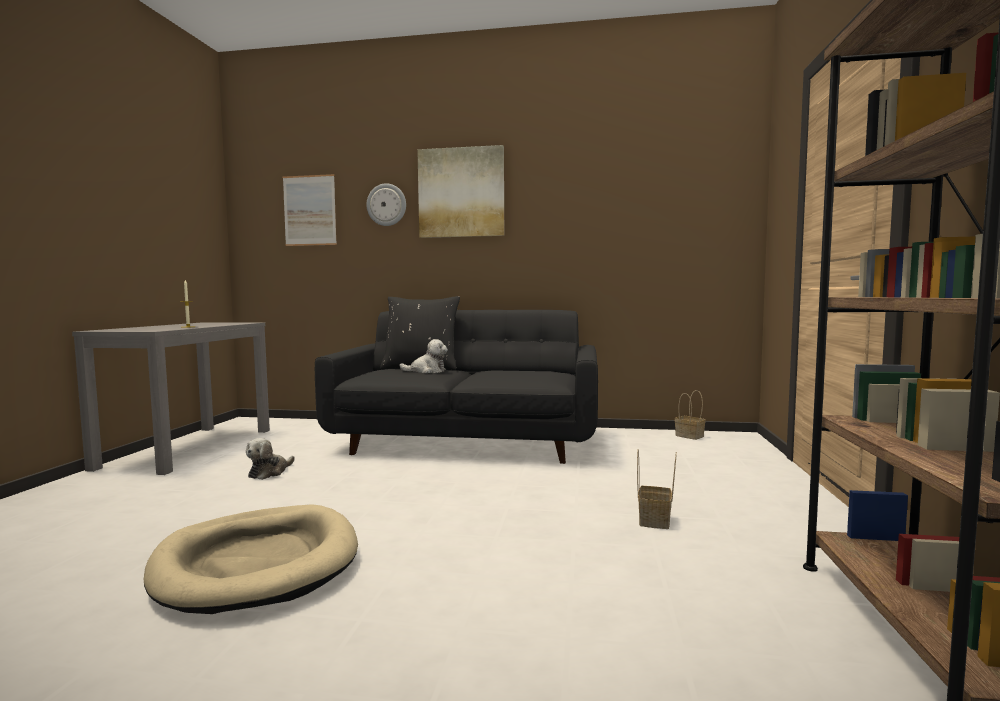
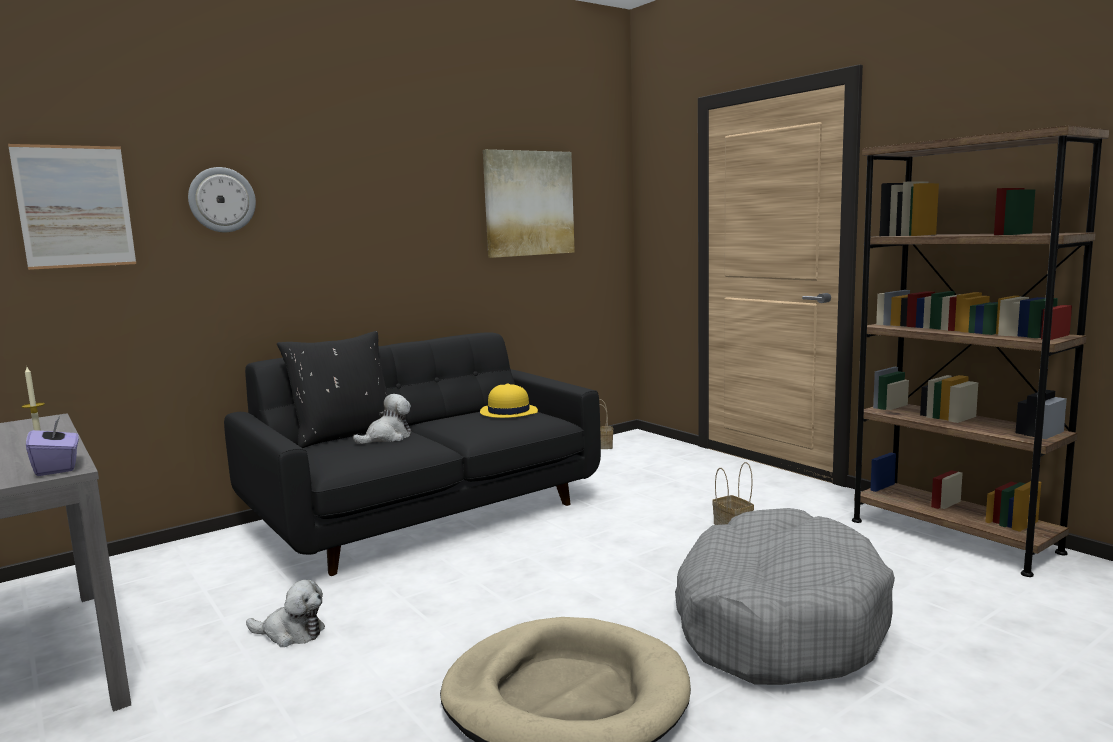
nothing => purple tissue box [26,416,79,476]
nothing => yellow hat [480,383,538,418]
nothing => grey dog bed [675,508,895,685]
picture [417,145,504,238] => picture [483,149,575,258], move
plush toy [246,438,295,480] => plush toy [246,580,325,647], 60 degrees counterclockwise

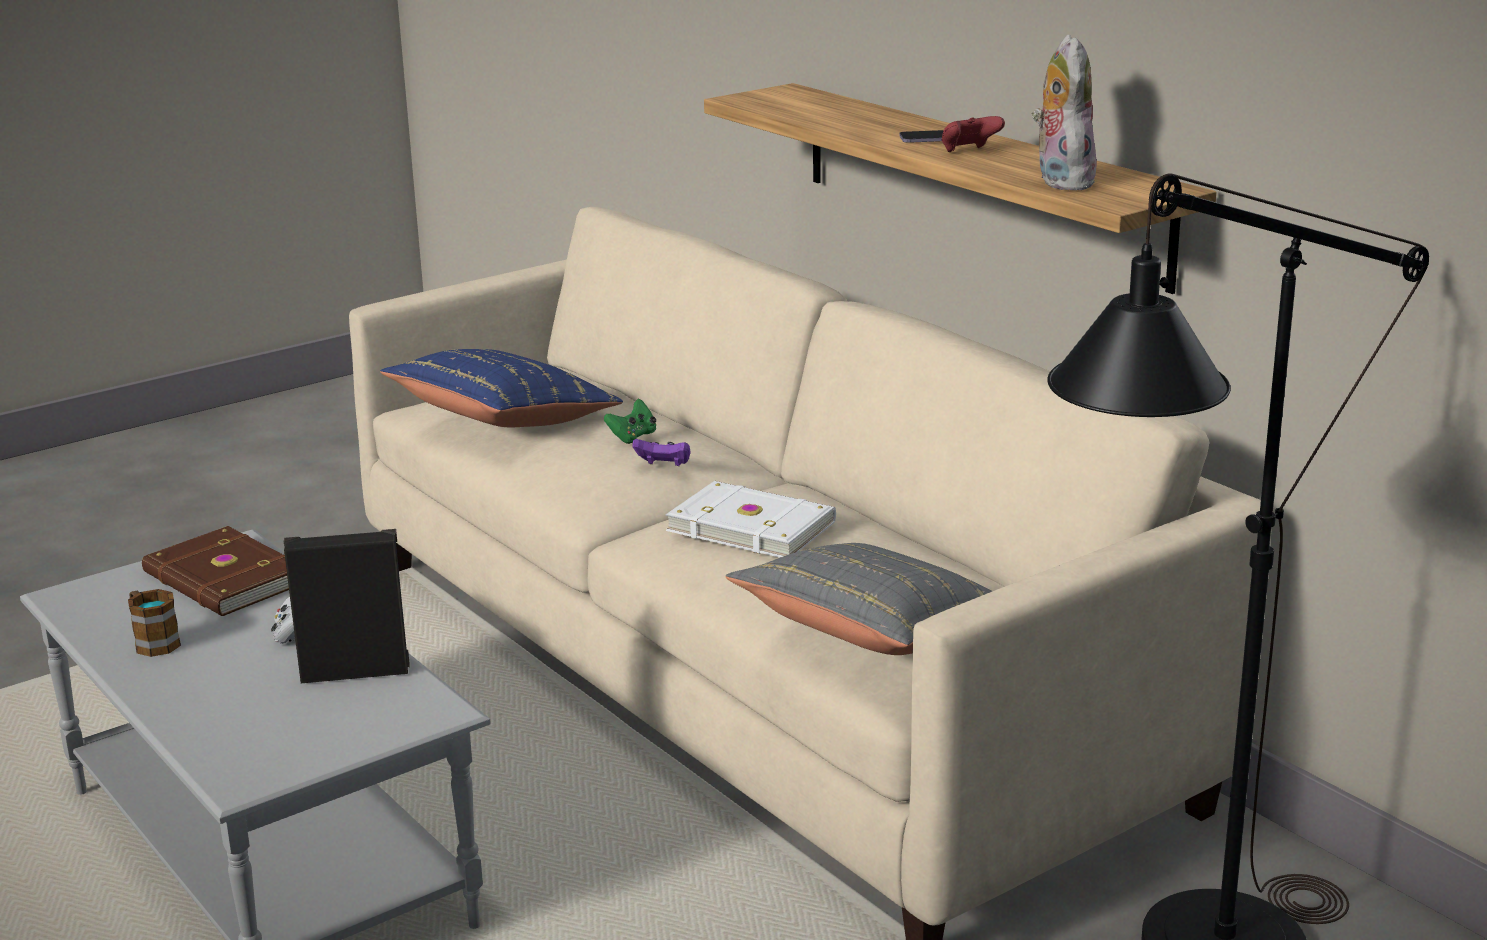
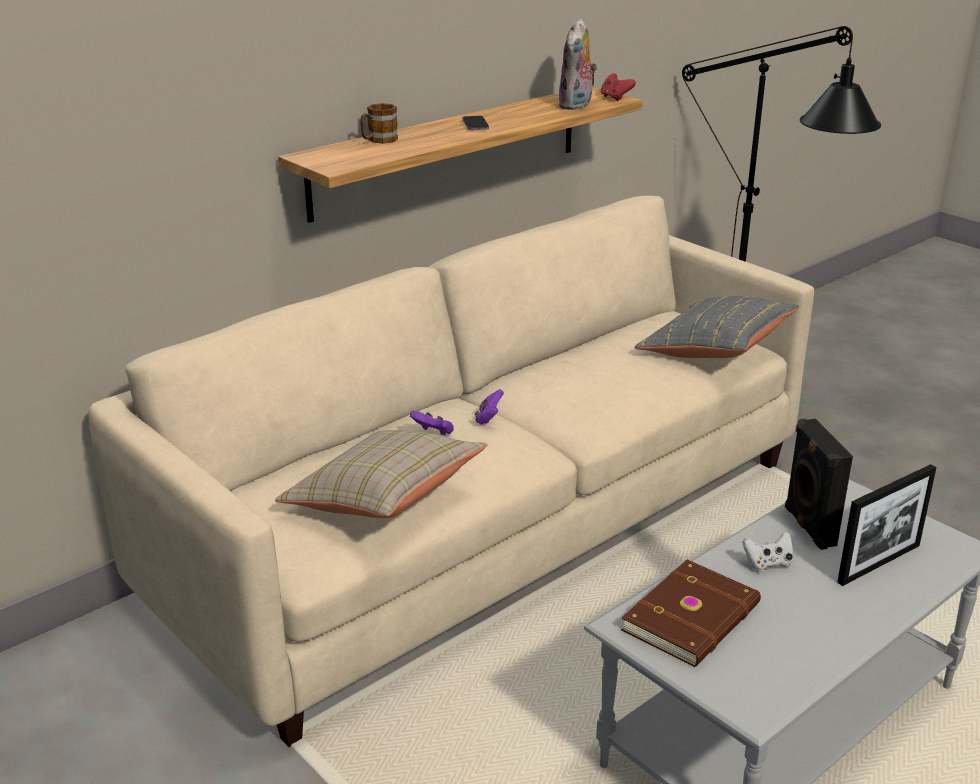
white book [665,481,836,558] => nothing
nothing => picture frame [837,464,937,586]
mug [128,589,181,657] => mug [360,103,398,144], move
red game controller [942,116,1005,152] => red game controller [601,73,636,101], move
blue pillow [380,349,623,427] => beige pillow [275,430,488,518]
green game controller [604,399,656,444] => purple game controller [410,410,454,436]
plush toy [1032,35,1097,191] => plush toy [558,18,597,110], 60 degrees counterclockwise

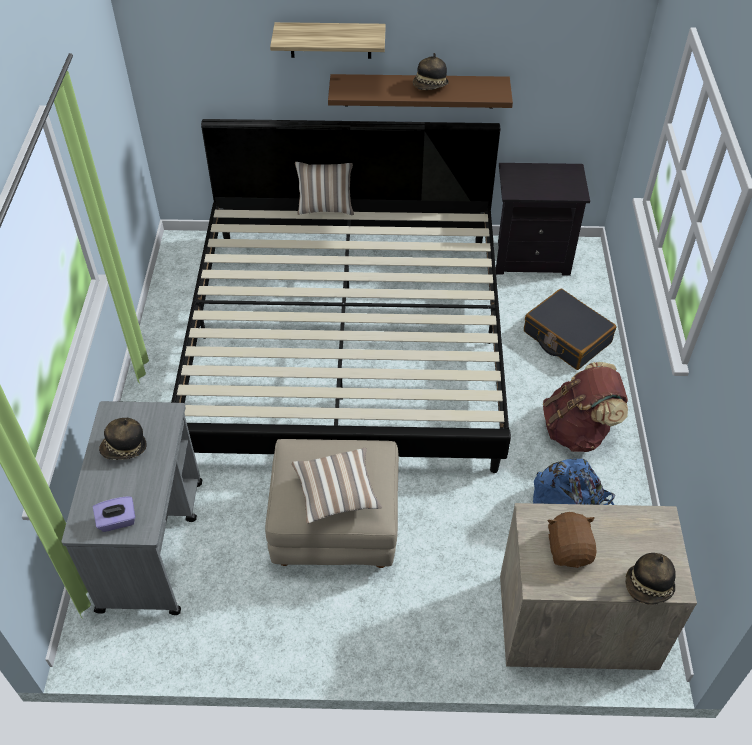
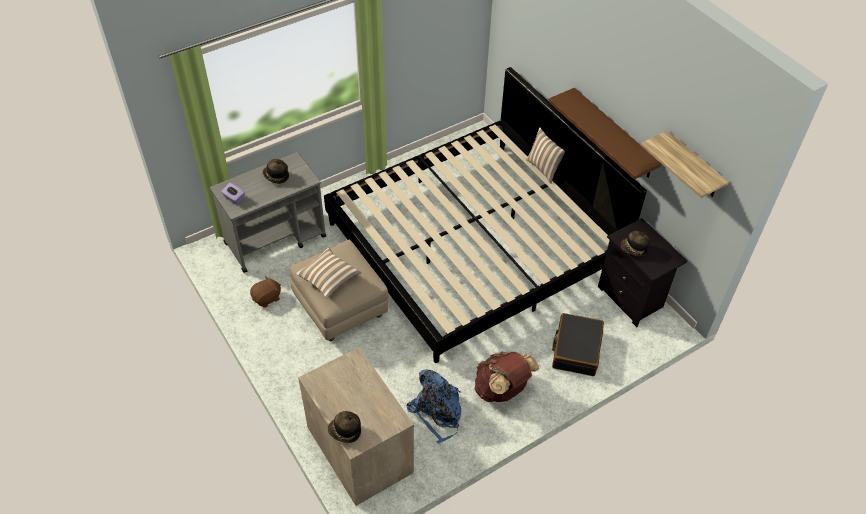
shelf [270,22,386,59] => shelf [641,131,729,198], move
hat [413,53,449,90] => hat [620,231,650,256], move
brown plush toy [547,512,597,568] => brown plush toy [250,276,281,308], move

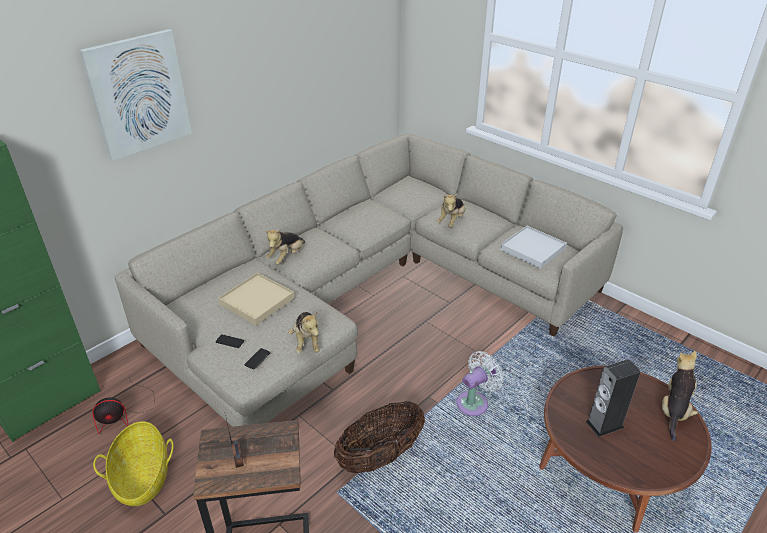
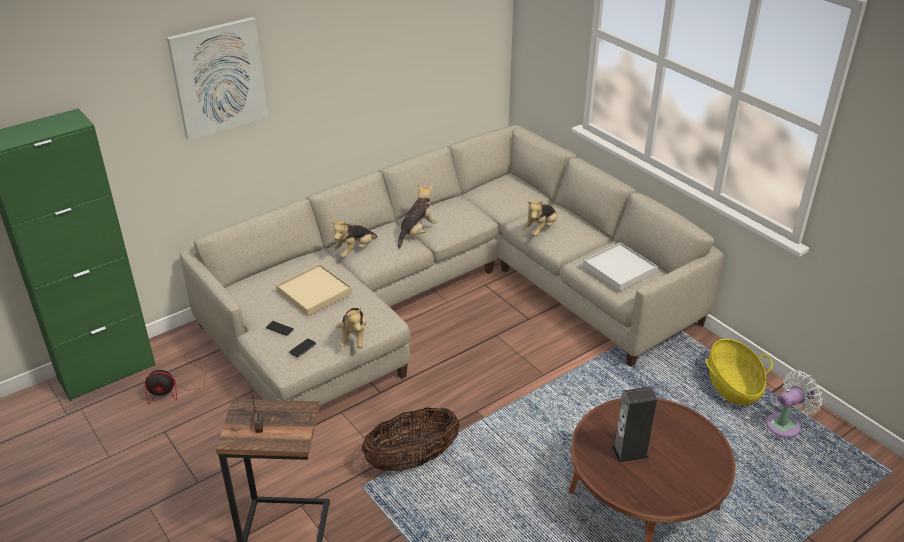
basket [93,421,174,506] => basket [705,339,773,405], move
white fan [456,351,504,416] => white fan [766,370,823,438], move
plush toy [662,351,698,441] => plush toy [398,184,437,248], move

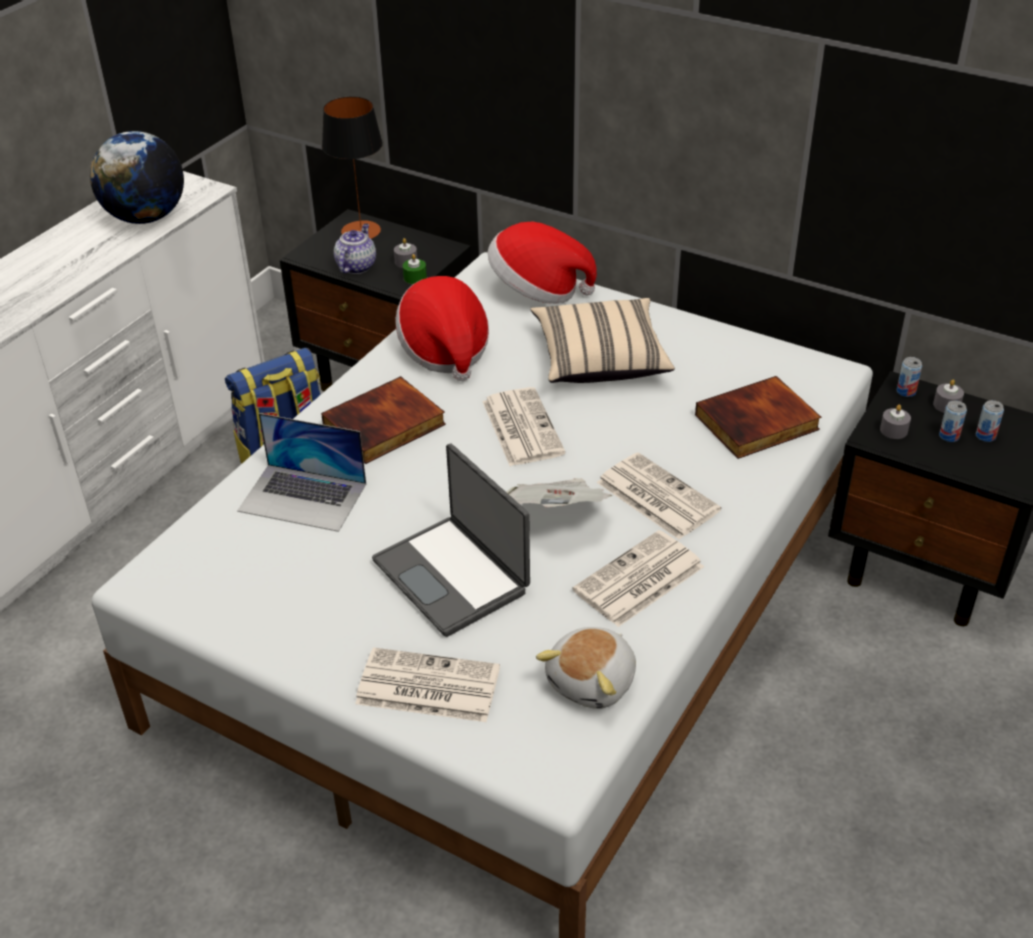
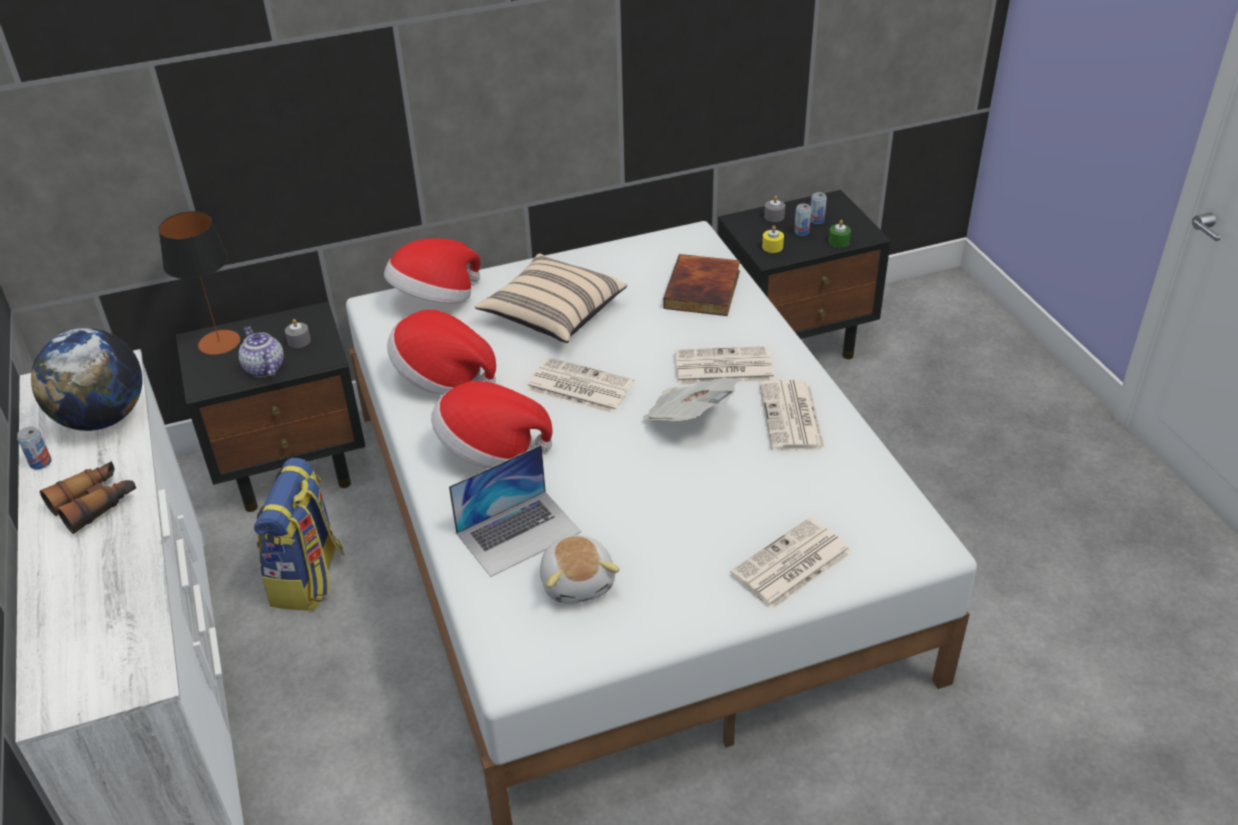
laptop [372,444,530,637] => nothing
nothing => binoculars [40,461,136,534]
green candle [403,254,427,284] => green candle [829,220,851,247], move
plush toy [536,627,636,709] => plush toy [540,535,620,604], move
can [897,357,922,397] => can [17,426,52,469], move
book [321,376,446,464] => hat [431,381,553,468]
grey candle [880,404,911,439] => yellow candle [762,225,784,253]

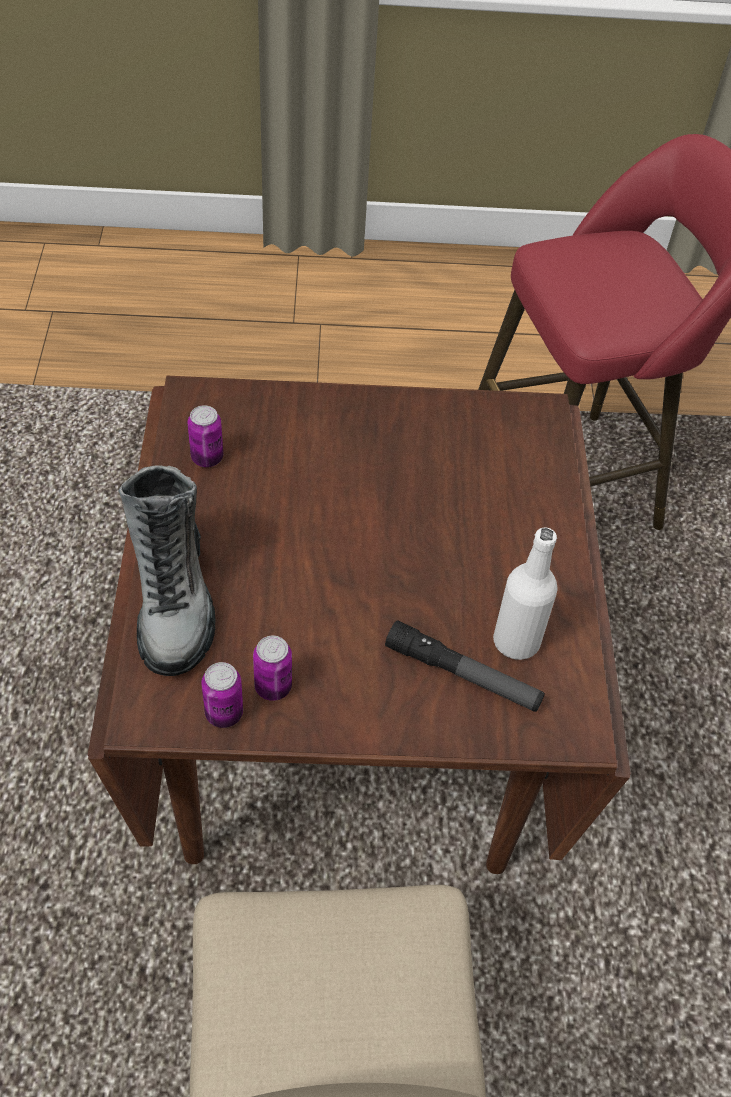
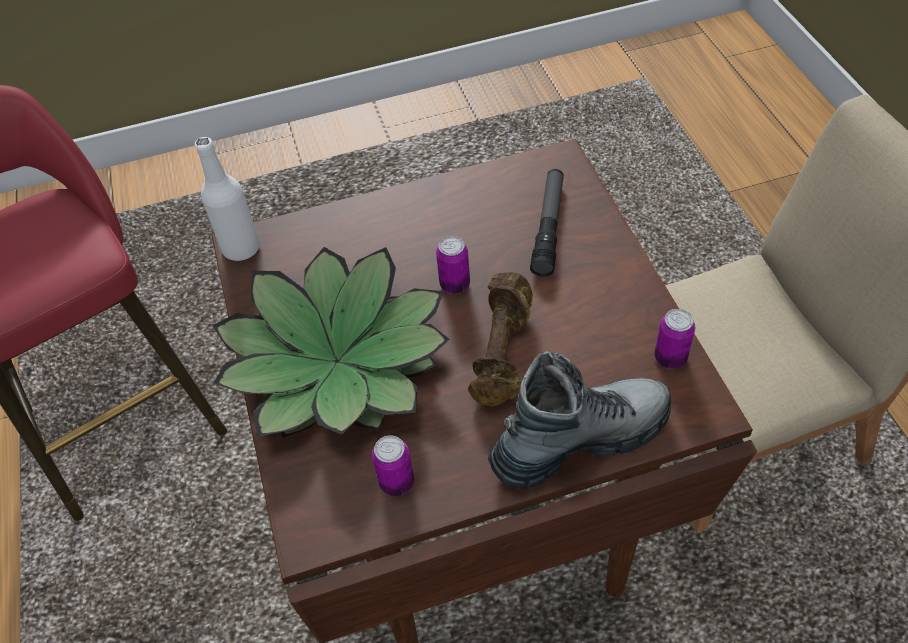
nothing => potted plant [212,247,450,438]
nothing => brown dumbbell [468,272,533,407]
can [253,636,292,701] => can [436,236,470,294], move
white bottle [493,527,558,660] => white bottle [195,137,260,261], move

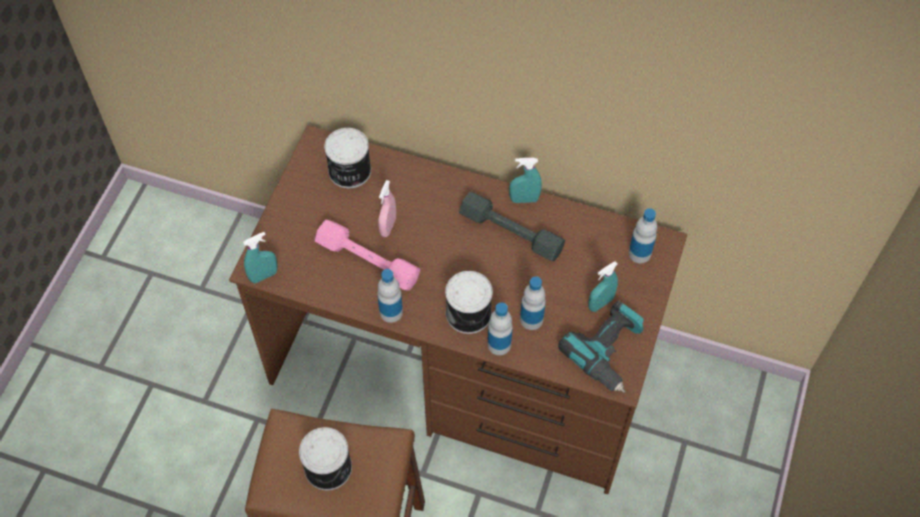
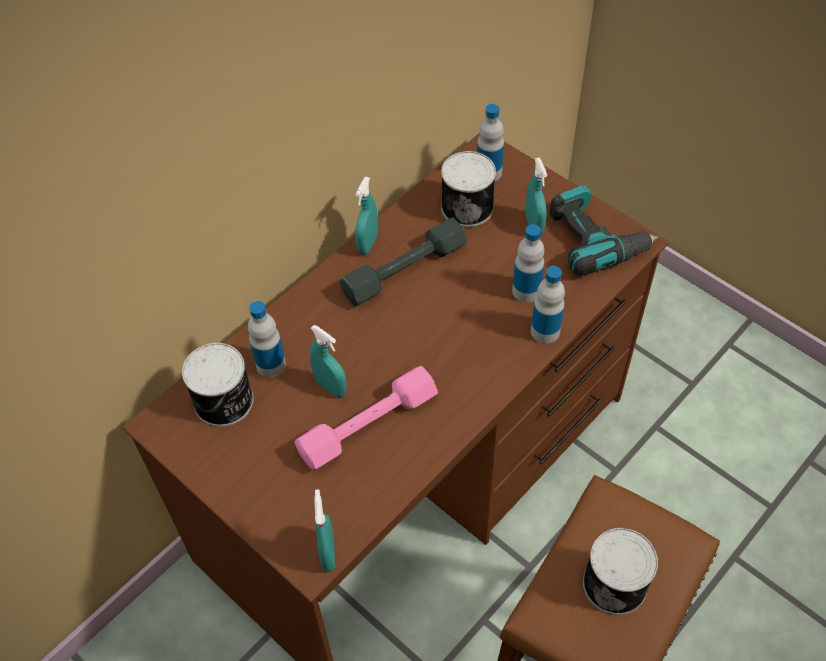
bottle [377,269,403,323] => bottle [248,301,286,378], move
can [445,271,493,334] => can [441,151,496,227], move
pink spray bottle [378,180,396,237] => turquoise spray bottle [310,325,347,398]

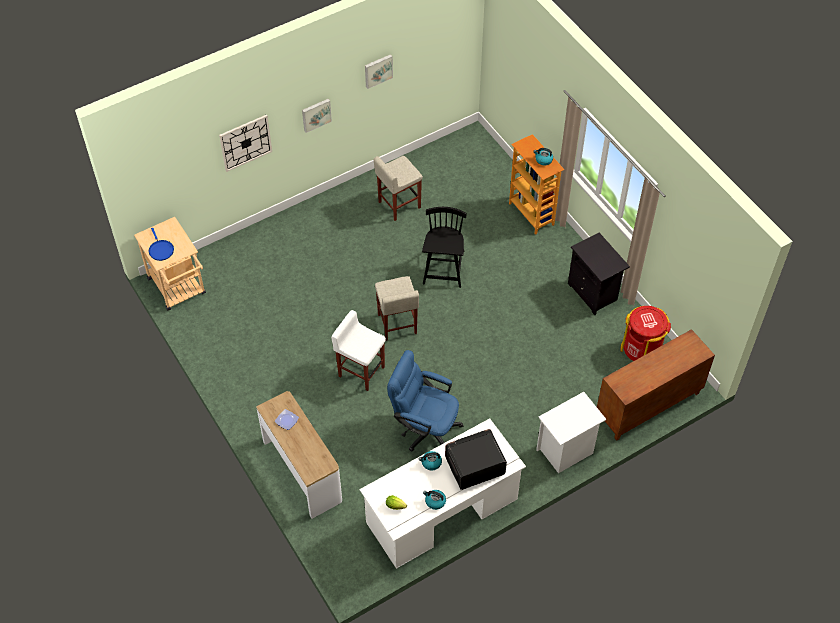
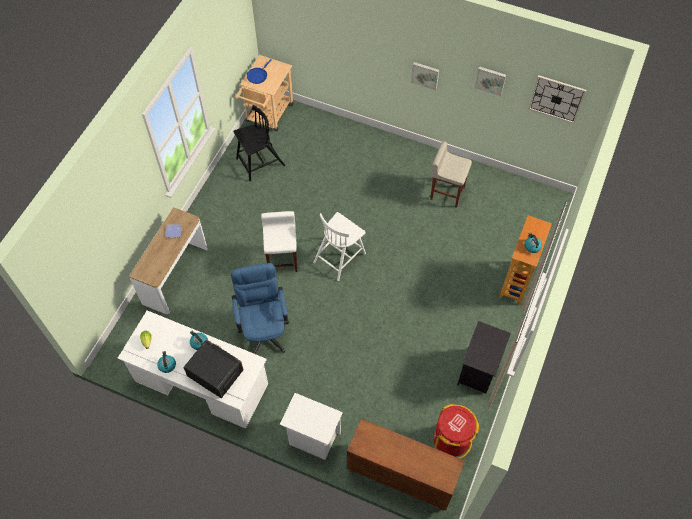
wall clock [219,115,272,172] => wall clock [529,75,586,124], move
black chair [422,207,467,288] => black chair [233,105,285,181], move
beige stool [375,276,419,341] => white chair [313,212,366,281]

